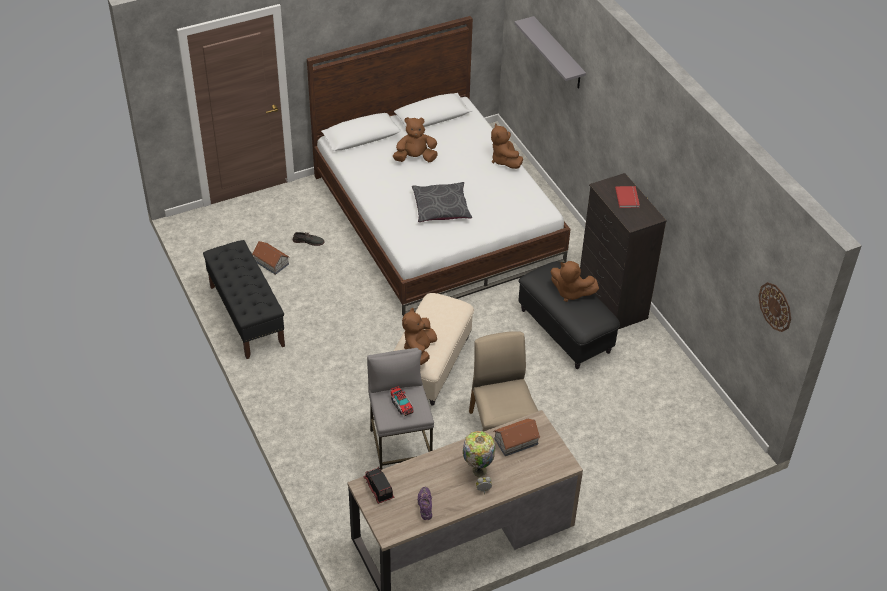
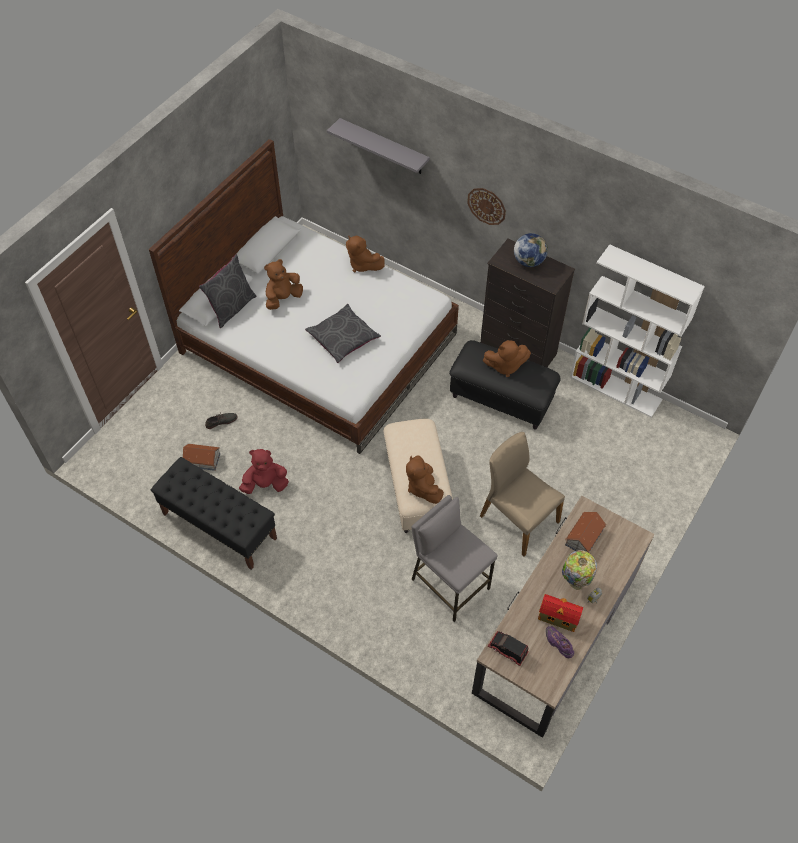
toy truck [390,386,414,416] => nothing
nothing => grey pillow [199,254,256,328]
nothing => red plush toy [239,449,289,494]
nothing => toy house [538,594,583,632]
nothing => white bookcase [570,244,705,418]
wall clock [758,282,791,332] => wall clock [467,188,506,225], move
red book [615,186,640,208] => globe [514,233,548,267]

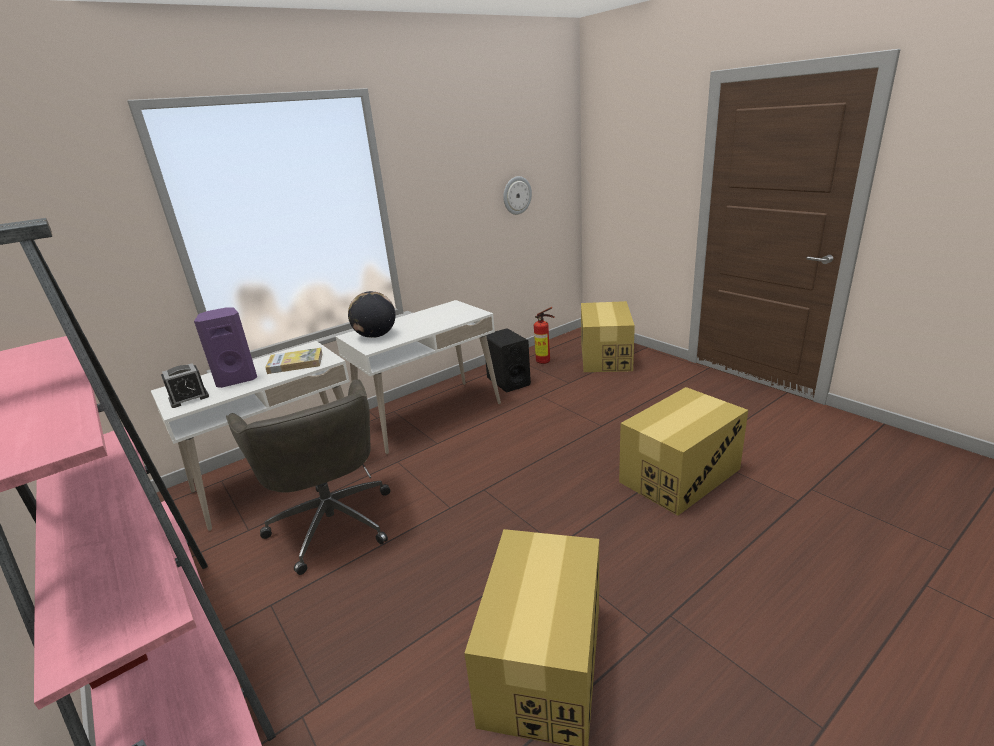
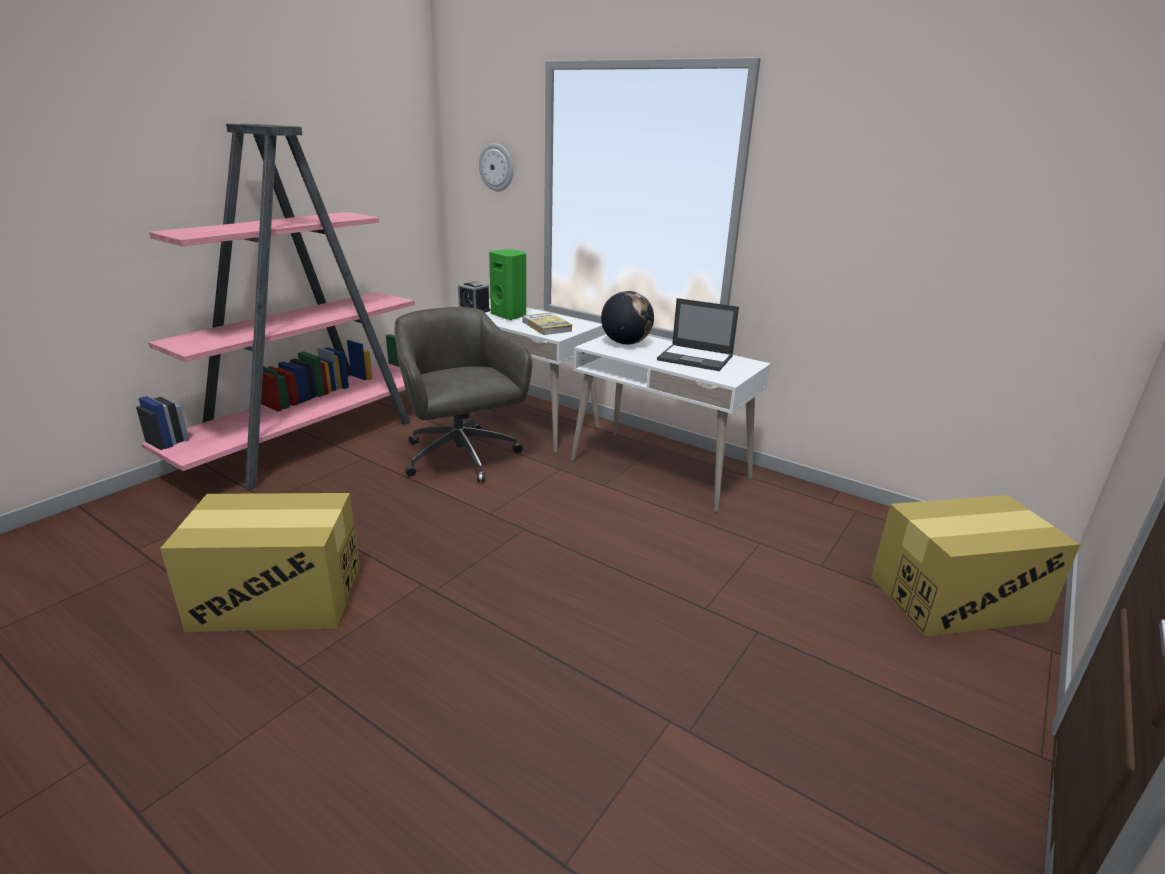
black speaker [486,328,531,392] => nothing
fire extinguisher [534,307,555,364] => nothing
cardboard box [619,387,748,516] => nothing
nothing => laptop [657,298,739,371]
wall clock [503,176,532,215] => wall clock [479,143,513,191], move
purple speaker [194,307,257,388] => green speaker [489,249,526,320]
grey office chair [226,379,390,575] => grey office chair [394,307,532,482], 105 degrees clockwise

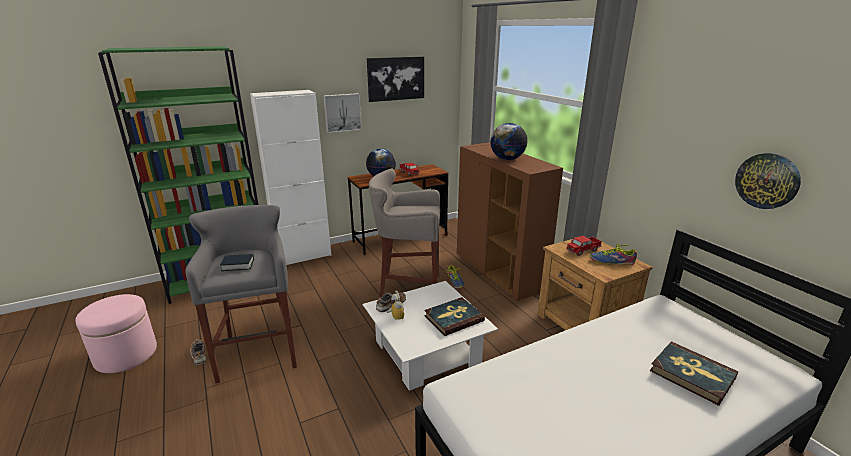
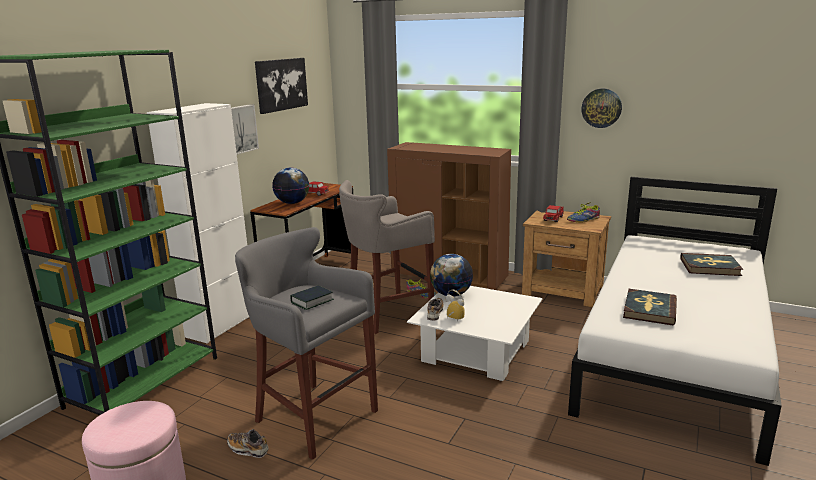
book [424,297,485,336] => book [623,289,677,325], move
globe [490,123,527,160] => globe [430,254,473,297], move
wall clock [735,153,801,209] => wall clock [581,88,622,128], move

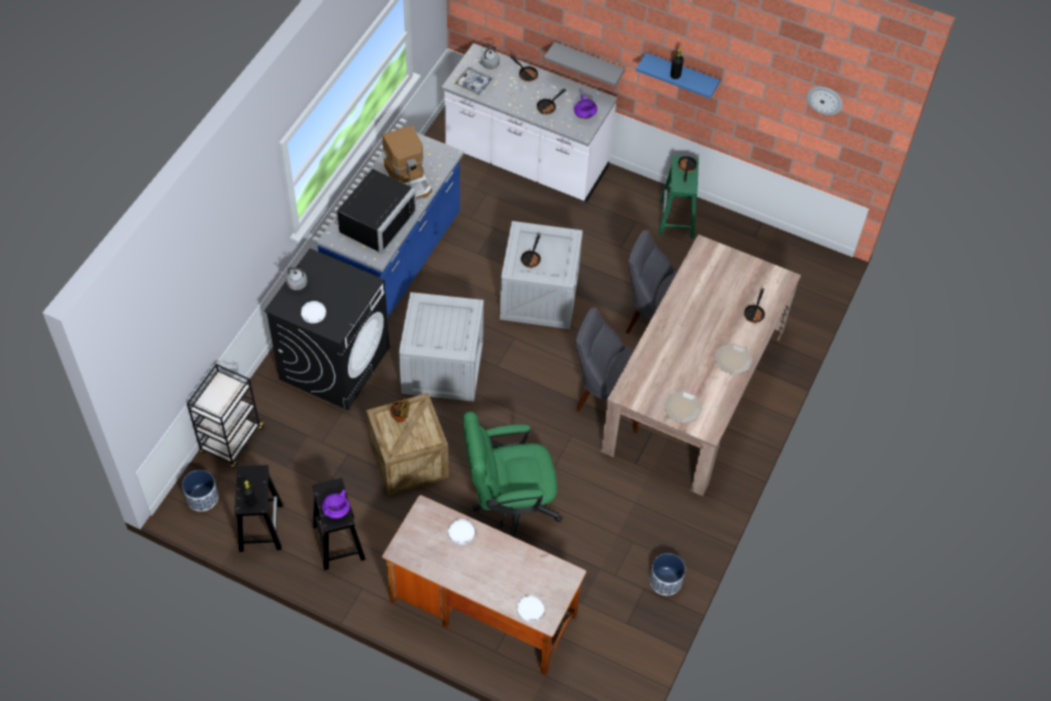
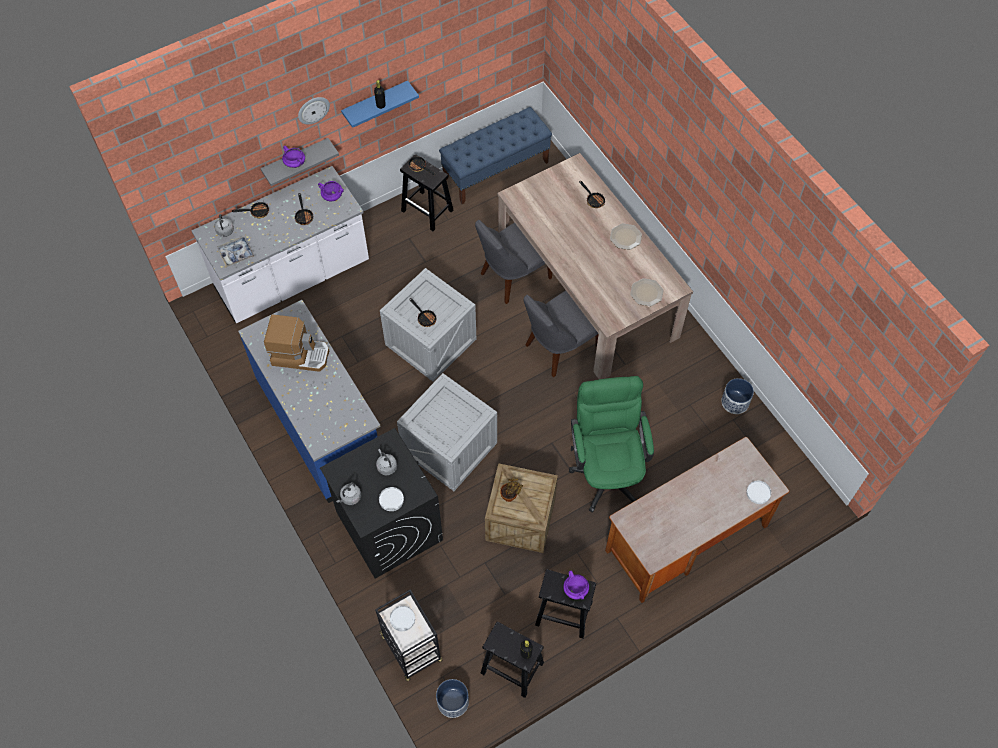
black microwave [335,169,417,253] => nothing
nothing => purple cooking pot [282,146,305,168]
nothing => grey kettle [376,449,397,475]
nothing => blue bench [439,107,552,204]
white plate [448,519,475,545] => white plate [390,606,415,631], move
wall clock [807,87,843,115] => wall clock [298,97,330,124], move
green stool [658,156,699,238] => black stool [400,154,454,231]
green office chair [463,411,562,537] => green office chair [569,376,654,513], 150 degrees clockwise

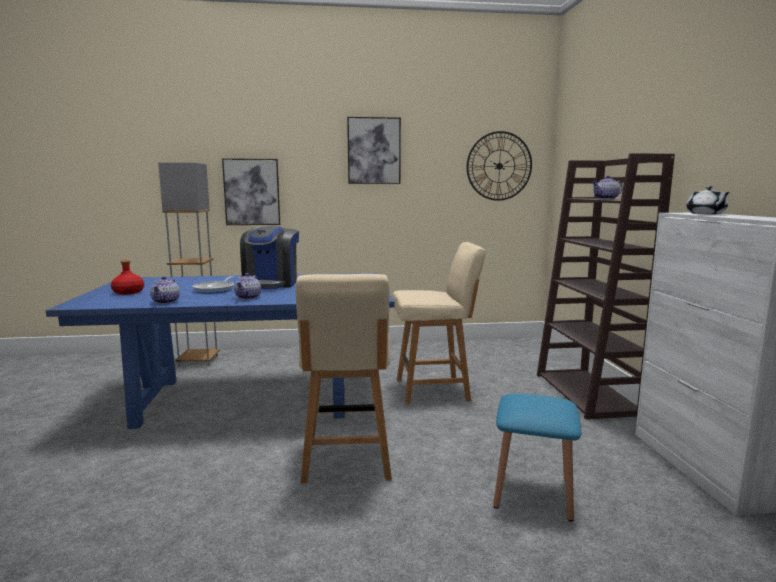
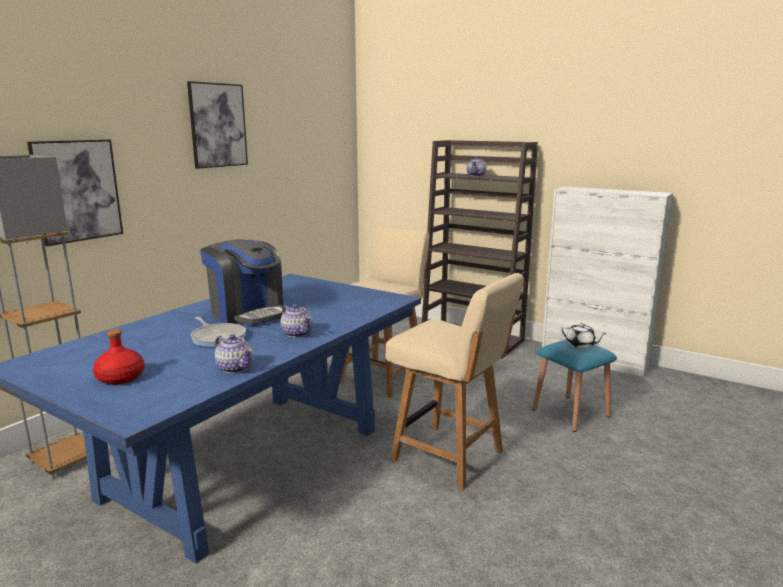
wall clock [467,131,532,201] => nothing
white teapot [686,186,730,214] => white teapot [560,323,607,348], move

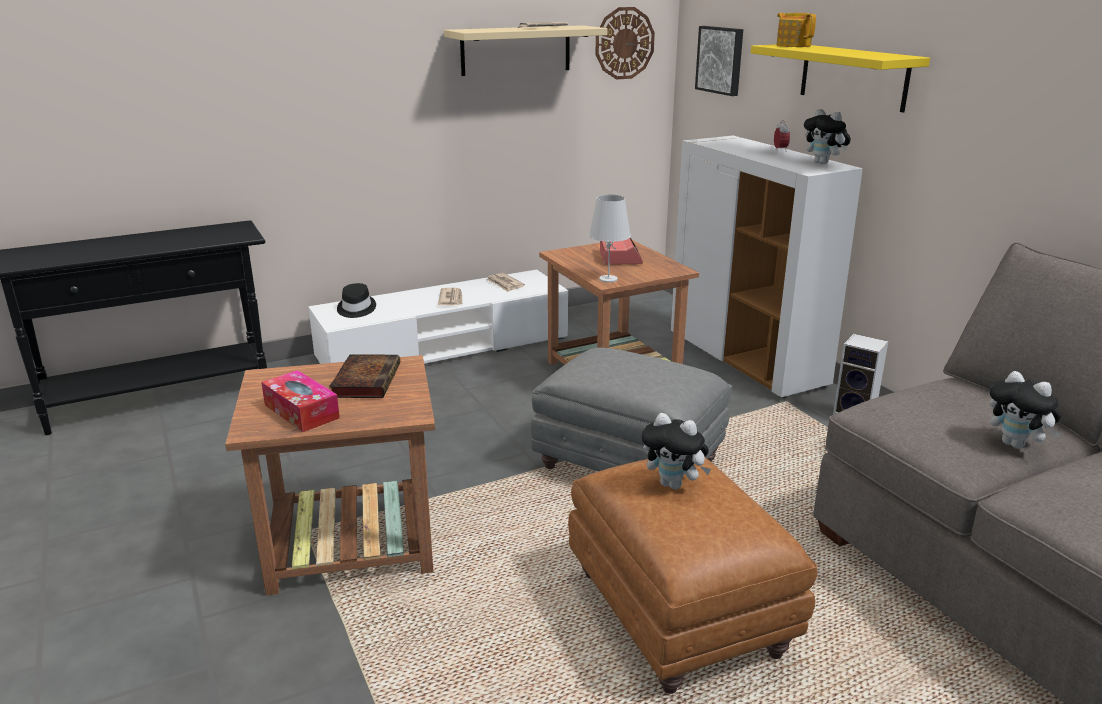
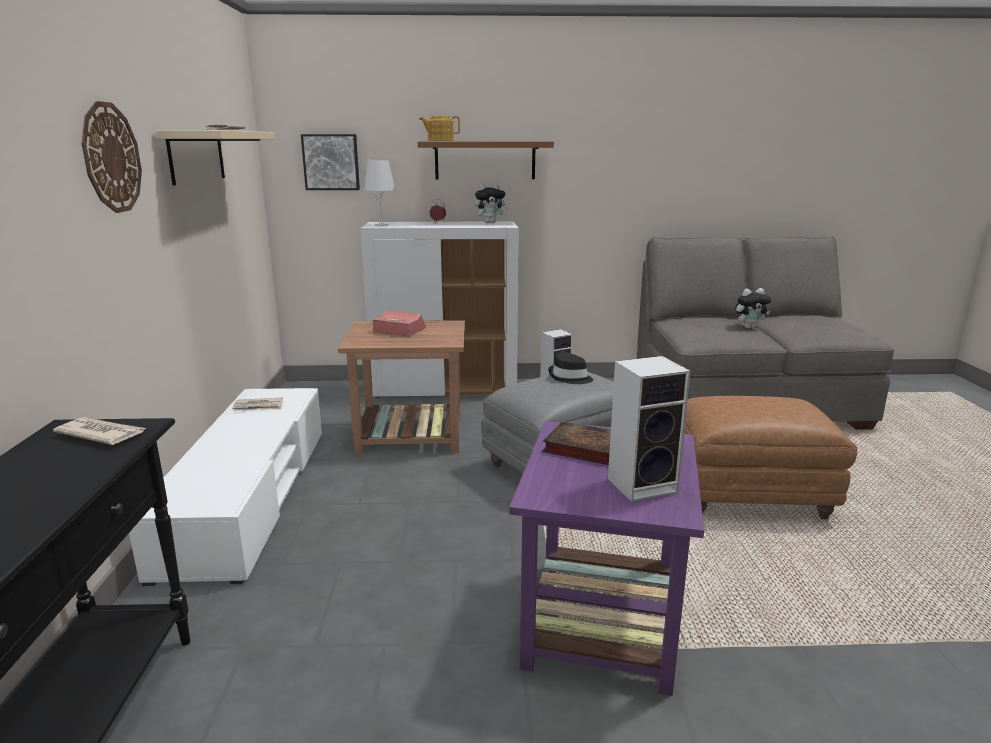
plush toy [642,413,711,490] => nothing
black hat [337,283,376,318] => black hat [548,352,593,384], move
newspaper [438,288,463,305] => newspaper [53,417,146,445], move
white table lamp [589,194,631,283] => white table lamp [364,160,395,226], move
wall clock [595,7,655,79] => wall clock [82,101,142,213], move
tissue box [261,370,340,432] => speaker [608,356,690,502]
brown side table [225,355,435,596] => purple side table [509,421,704,696]
yellow shelf [751,44,930,113] => brown shelf [418,141,554,179]

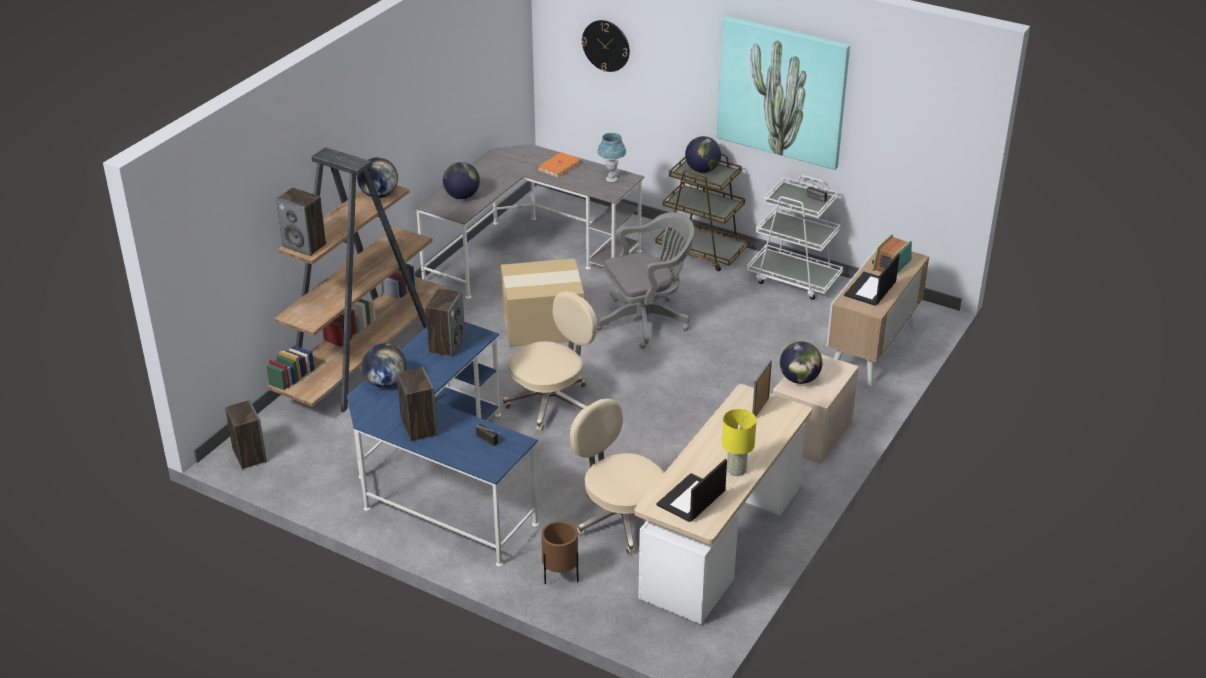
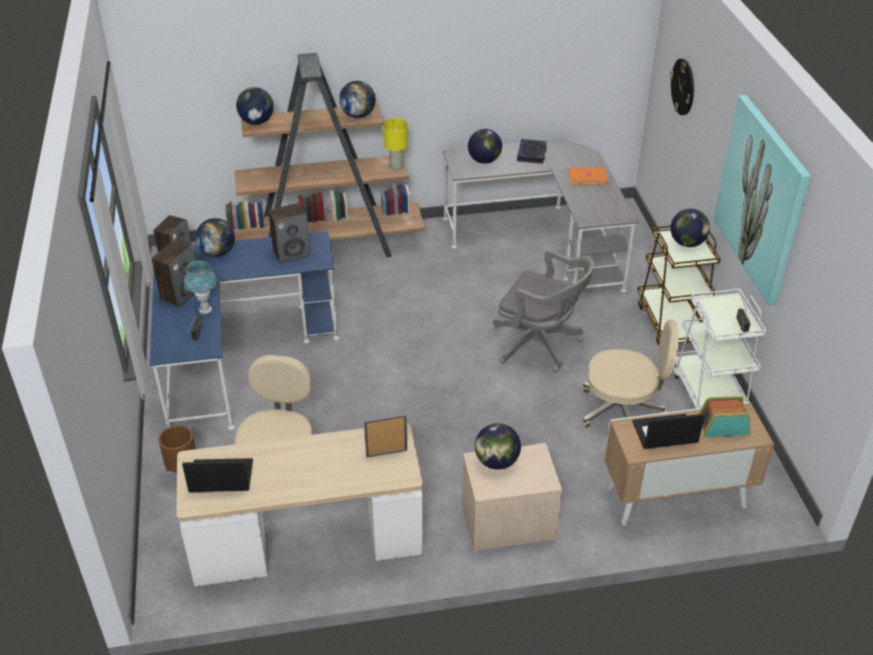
cardboard box [501,258,584,347] => nothing
nothing => book [517,139,547,164]
beige office chair [503,291,597,431] => beige office chair [582,320,679,428], move
blue table lamp [597,133,626,182] => blue table lamp [184,260,217,314], move
yellow table lamp [722,409,757,476] => yellow table lamp [383,118,408,170], move
speaker [276,188,326,256] => globe [236,87,274,125]

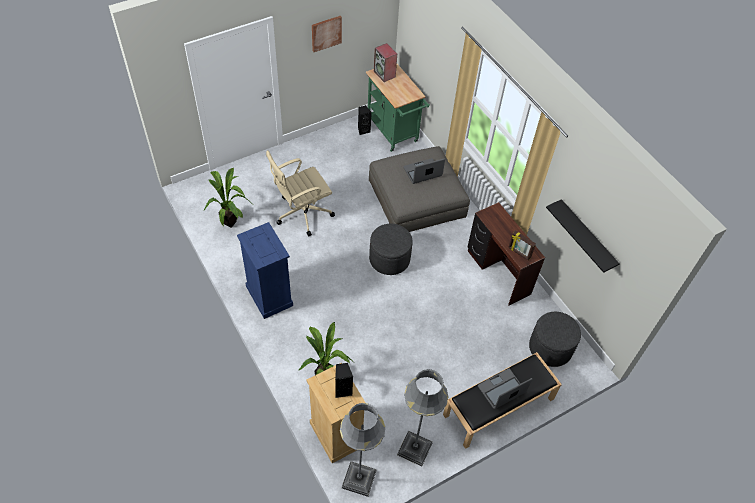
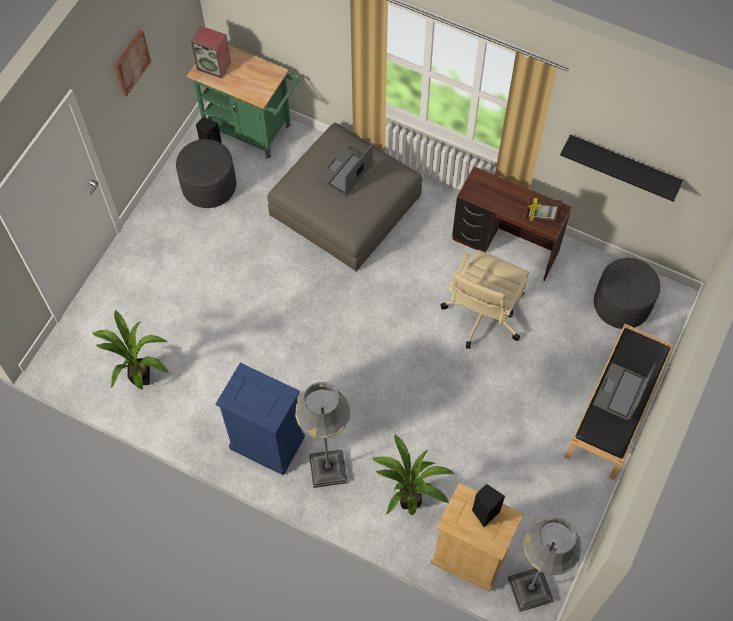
beige office chair [266,150,335,236] => beige office chair [441,250,529,349], move
grey ottoman [369,224,413,275] => grey ottoman [176,139,236,208], move
grey floor lamp [397,369,448,467] => grey floor lamp [295,382,350,488], move

